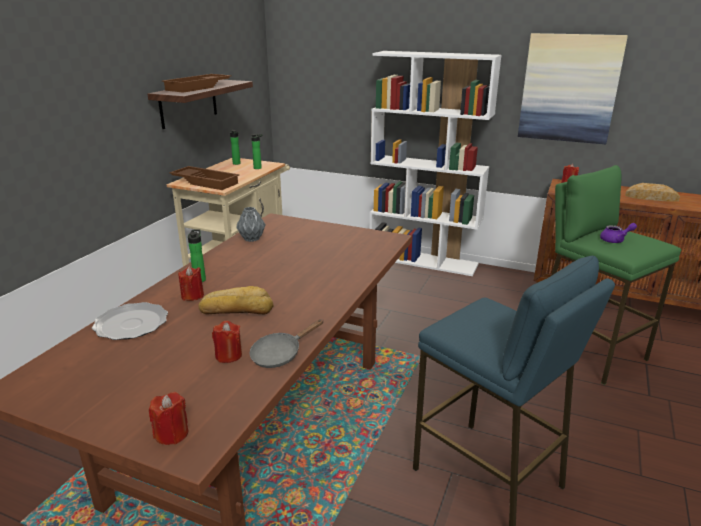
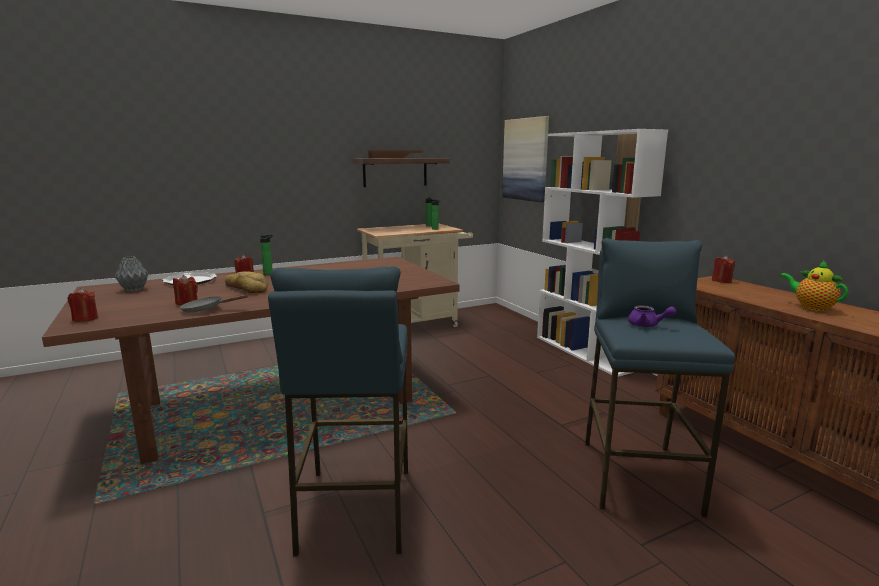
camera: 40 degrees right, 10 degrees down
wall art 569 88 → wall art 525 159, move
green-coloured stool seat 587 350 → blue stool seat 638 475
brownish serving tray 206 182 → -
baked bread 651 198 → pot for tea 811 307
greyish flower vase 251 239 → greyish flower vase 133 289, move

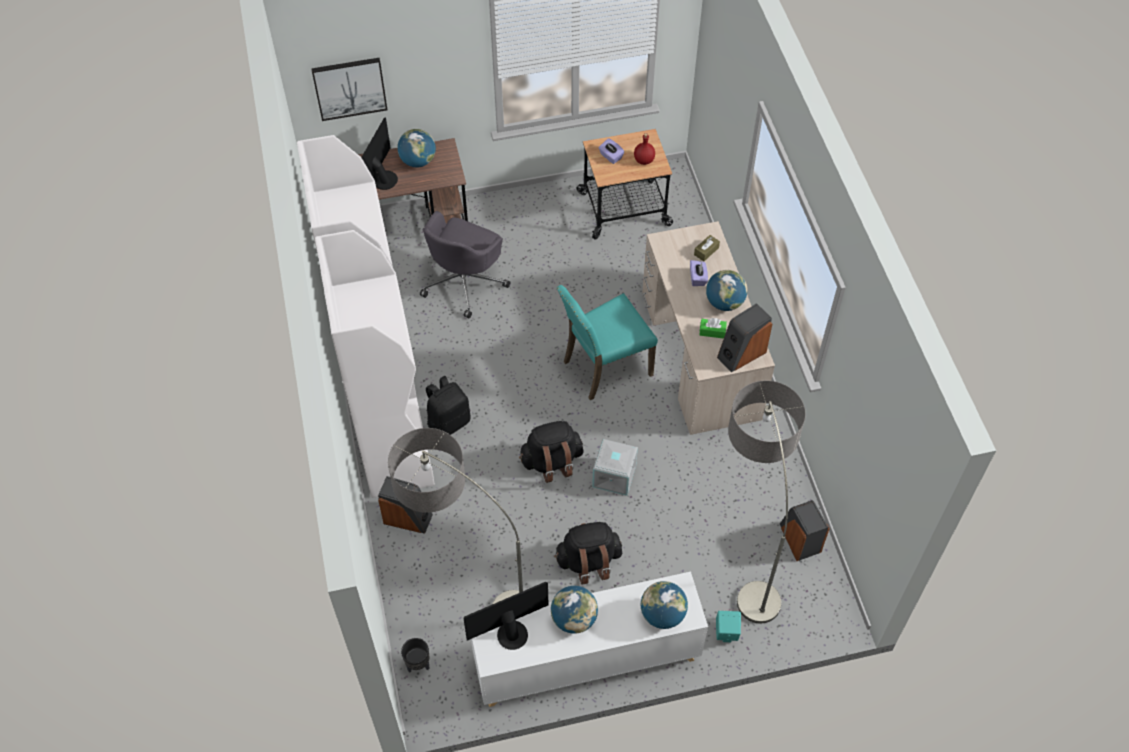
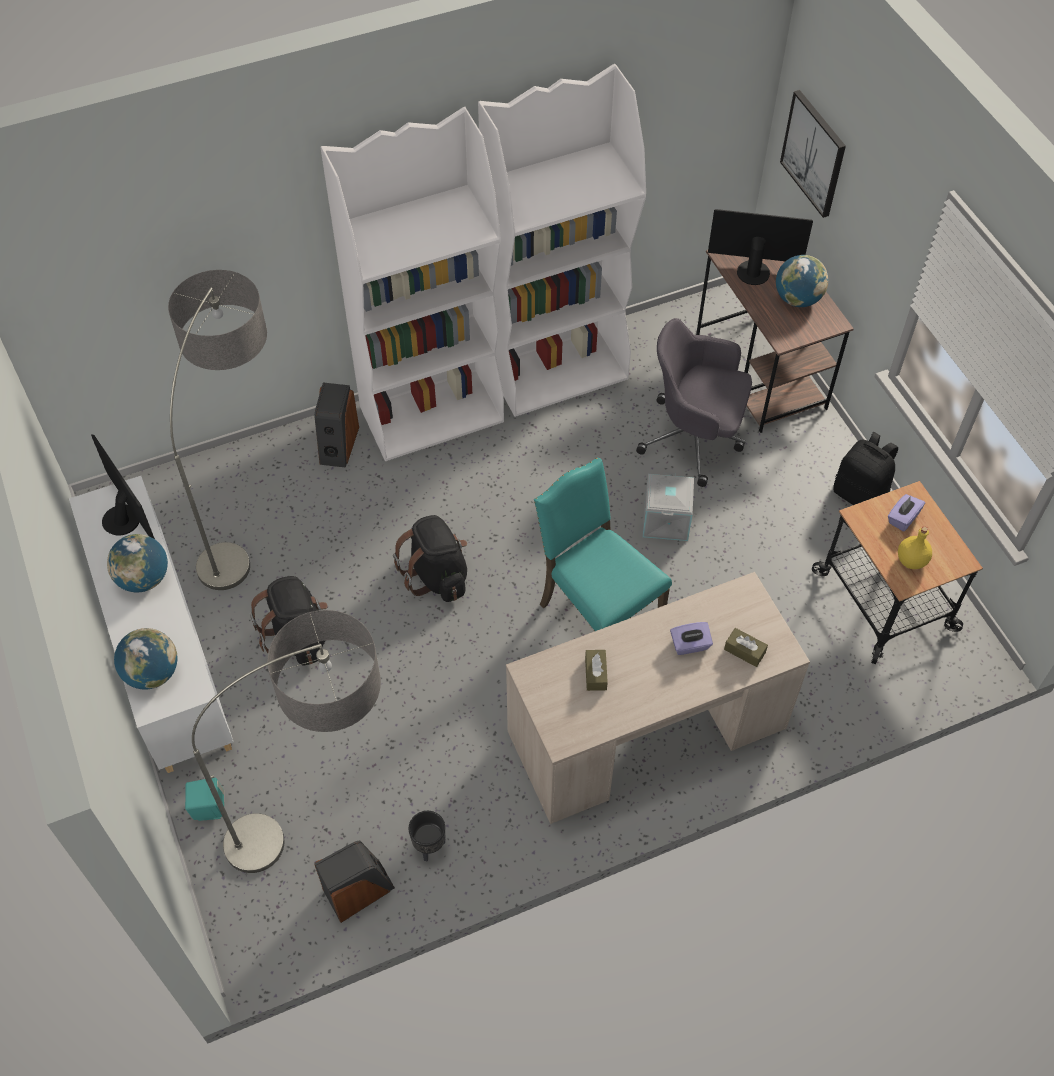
camera: 80 degrees right, 0 degrees up
reddish bottle 644 160 → yellowish bottle 910 560
world globe 724 302 → -
speaker 741 354 → -
green-coloured tissue holder 712 331 → brownish tissue holder 595 674
blackish knapsack 448 422 → blackish knapsack 860 494, move
greyish storage bin 614 475 → greyish storage bin 667 520, move
blackish planter 418 665 → blackish planter 429 847, move

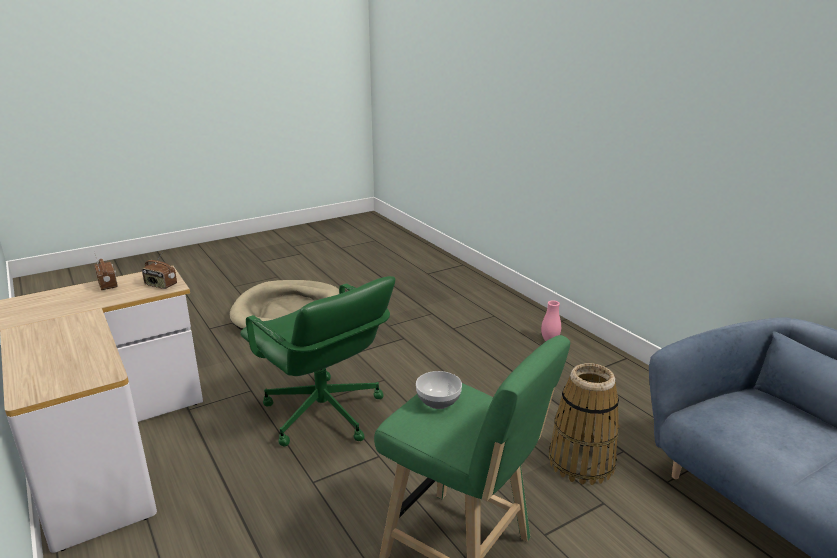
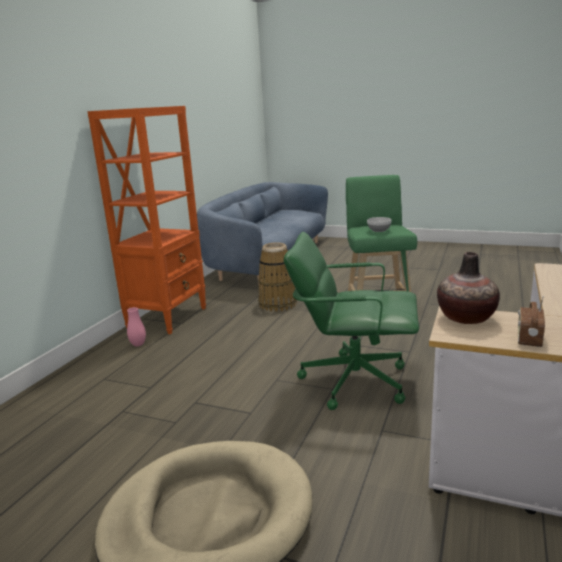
camera: 125 degrees left, 5 degrees down
radio set 160 285 → flower vase 465 318
green-coloured desk chair 323 414 → green-coloured desk chair 353 380, 90 degrees counterclockwise
- → orange bookcase 168 317

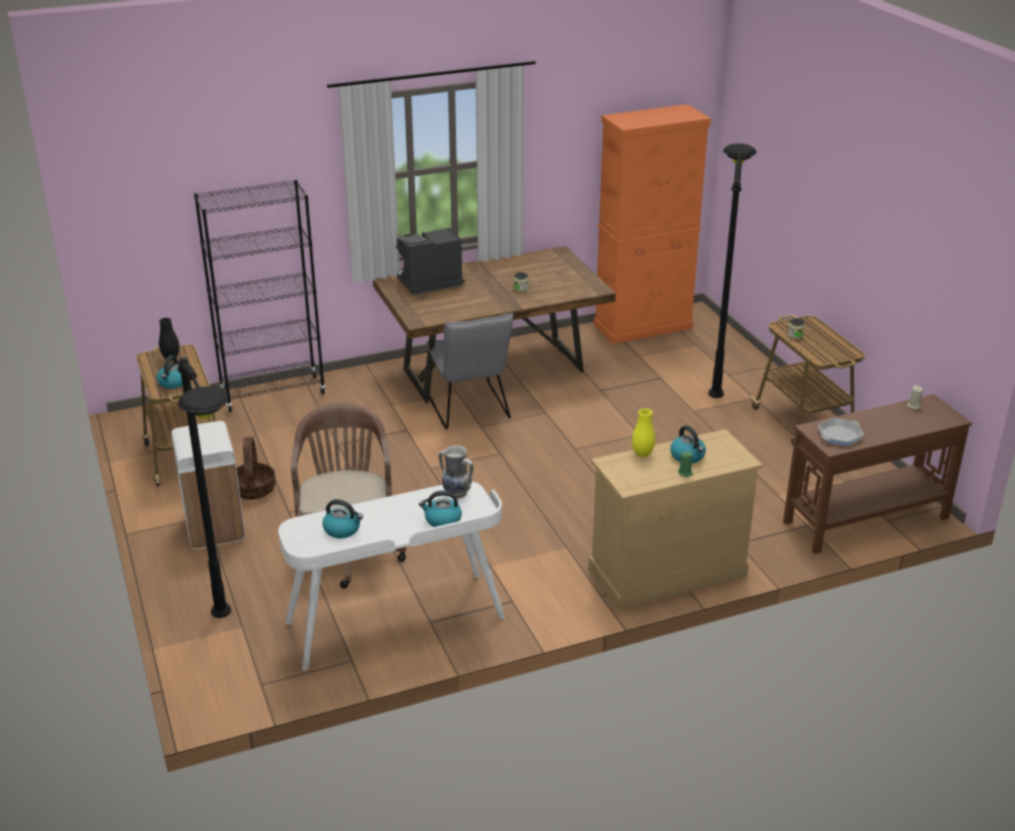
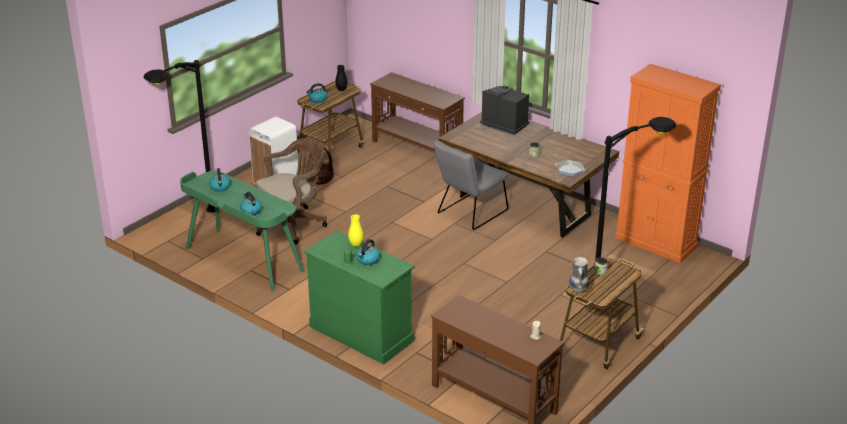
camera: 60 degrees right, 0 degrees up
blackish bookcase 273 394 → brownish hall table 417 149
skillet 839 435 → skillet 570 170, move
beige-coloured drawer chest 666 572 → green-coloured drawer chest 361 333
flower vase 456 493 → flower vase 578 290, move
whitish desk unit 396 621 → green-coloured desk unit 243 260

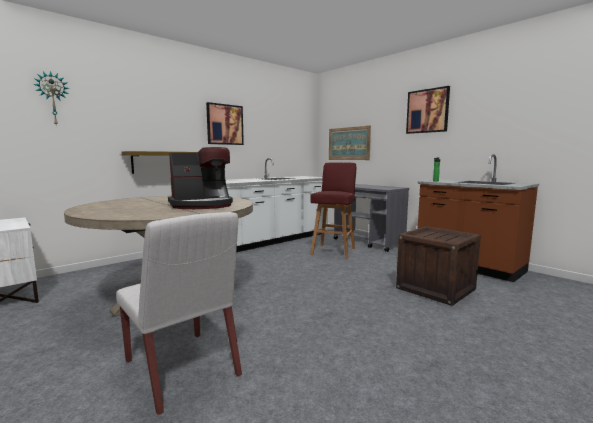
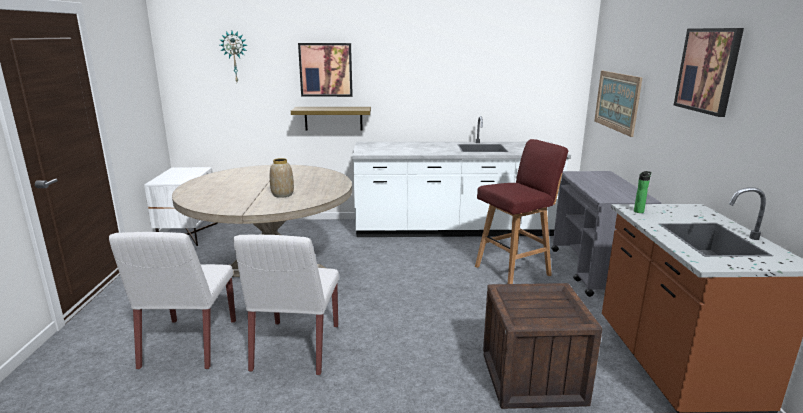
camera: 40 degrees right, 10 degrees up
wall art 225 124 → wall art 326 70, move
coffee machine 202 205 → flower vase 283 194
- → whitish plain chair 296 348

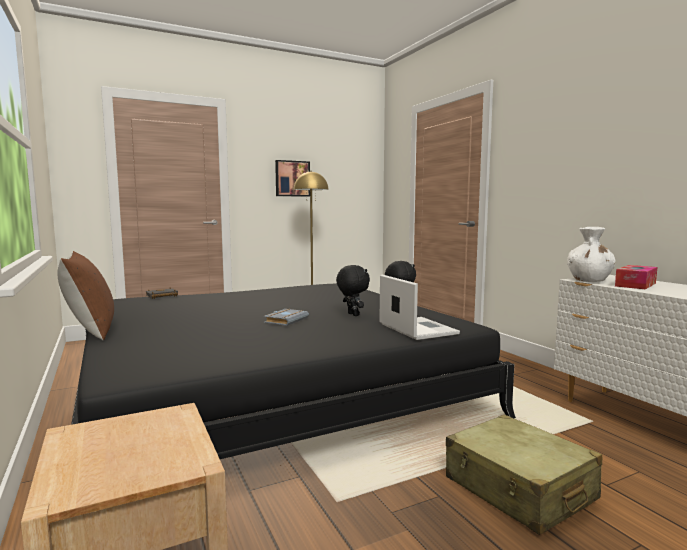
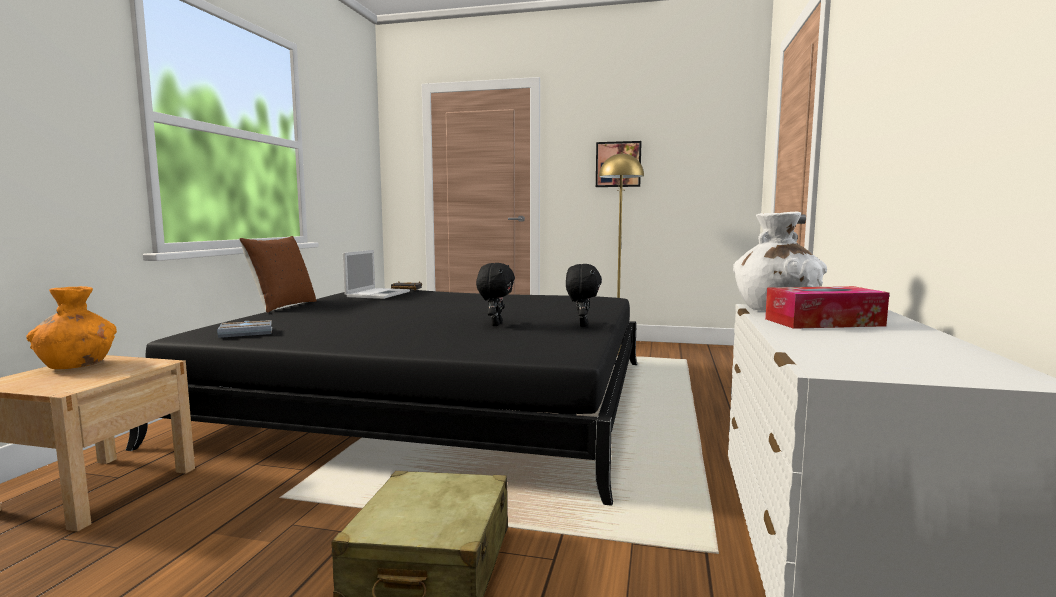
camera: 40 degrees right, 0 degrees up
portable computer 416 329 → portable computer 378 294, move
greyish volume 286 320 → greyish volume 247 333, move
- → orange flower vase 77 365

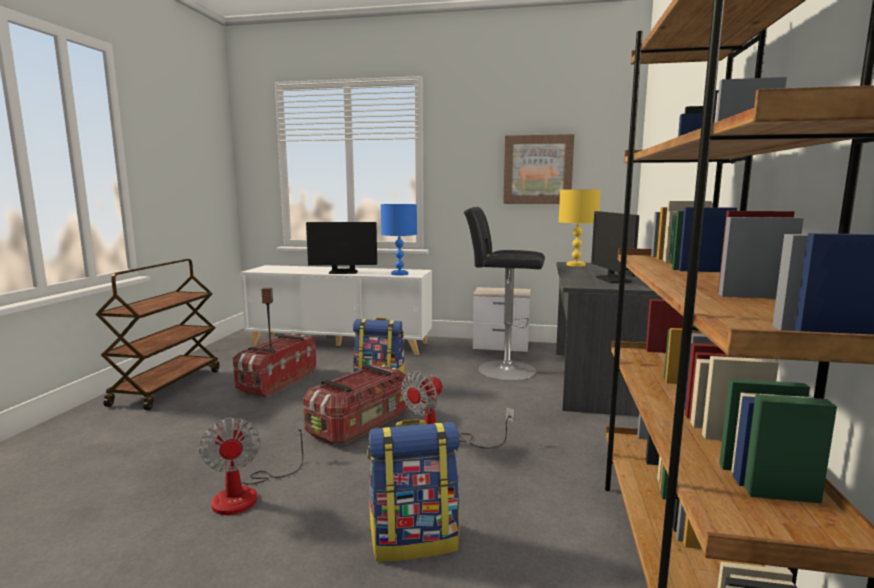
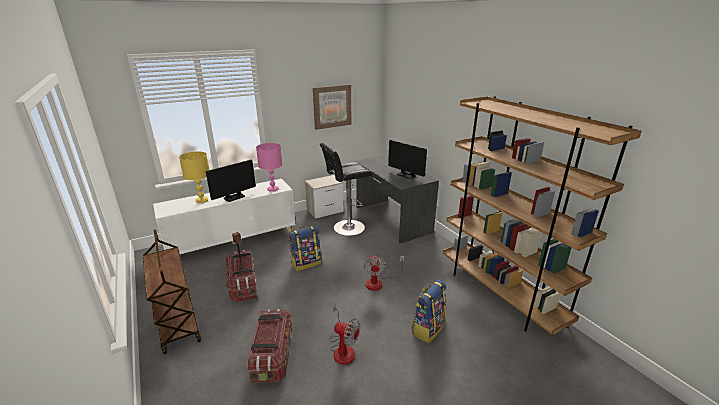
camera: 40 degrees left, 15 degrees up
yellowish tabletop lamp 576 265 → yellowish tabletop lamp 202 200, move
blue tabletop lamp 400 274 → pink tabletop lamp 273 189
storage bin 361 424 → storage bin 273 355, move

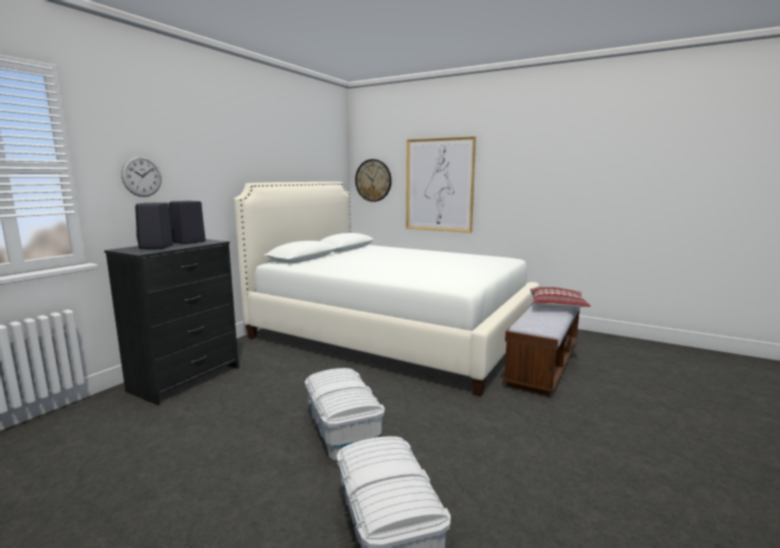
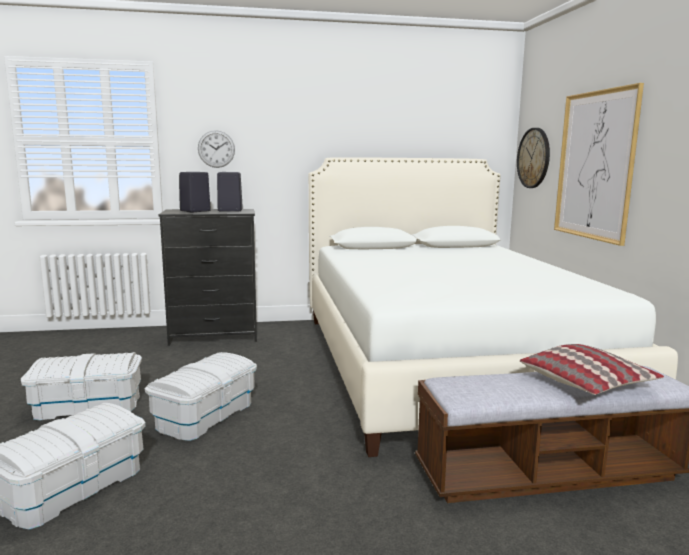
camera: 50 degrees right, 0 degrees up
- → whitish storage bin 88 406

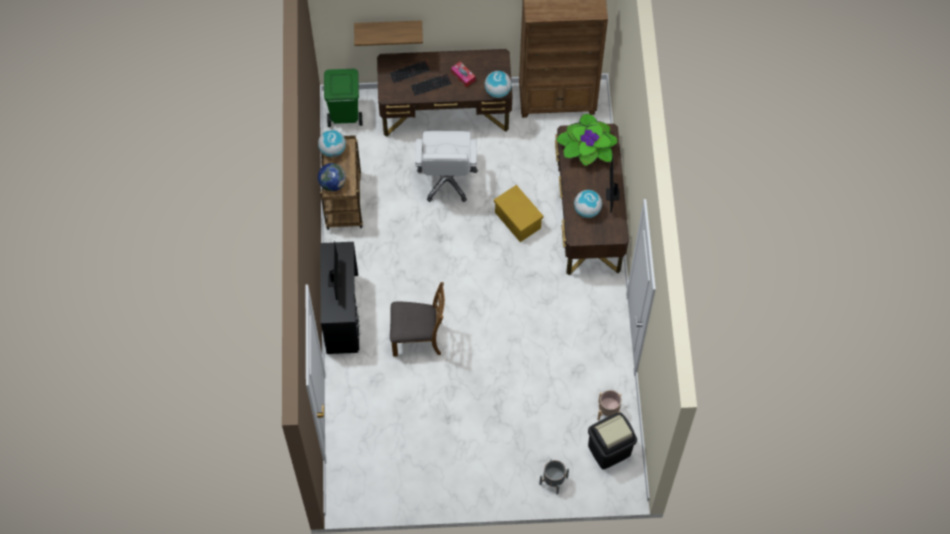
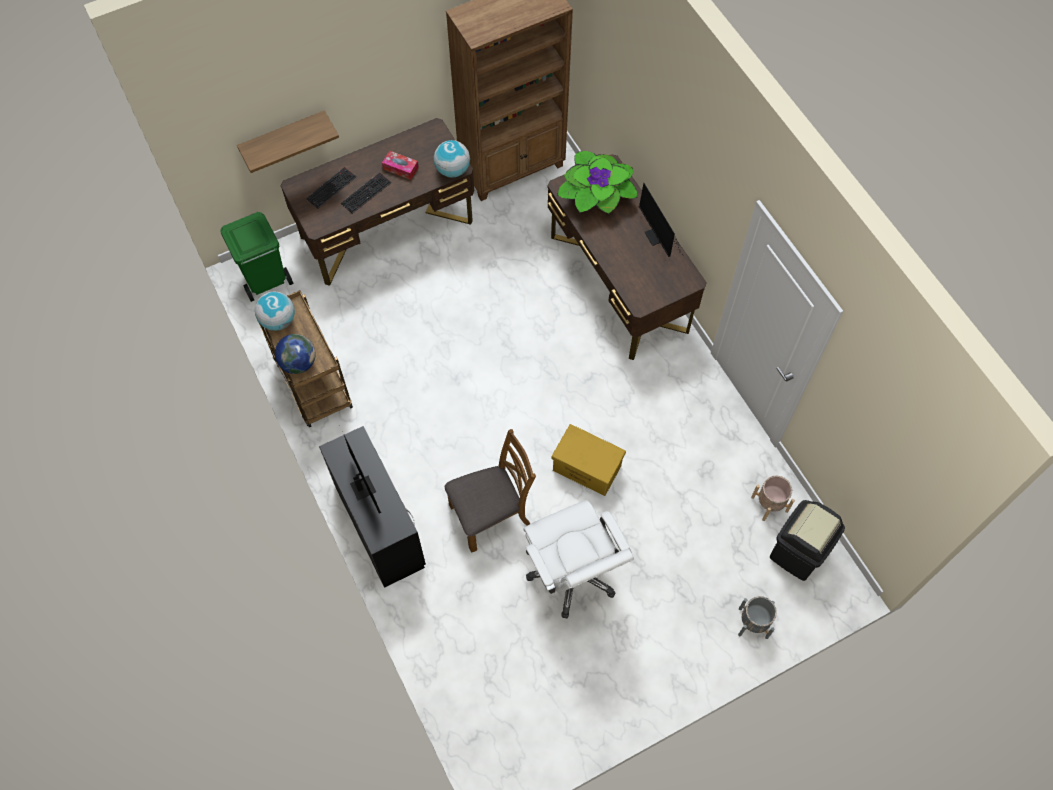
camera: 25 degrees left, 0 degrees up
whitish desk chair 447 179 → whitish desk chair 573 574, move
yellowish storage bin 517 220 → yellowish storage bin 586 468, move
world globe 587 210 → -

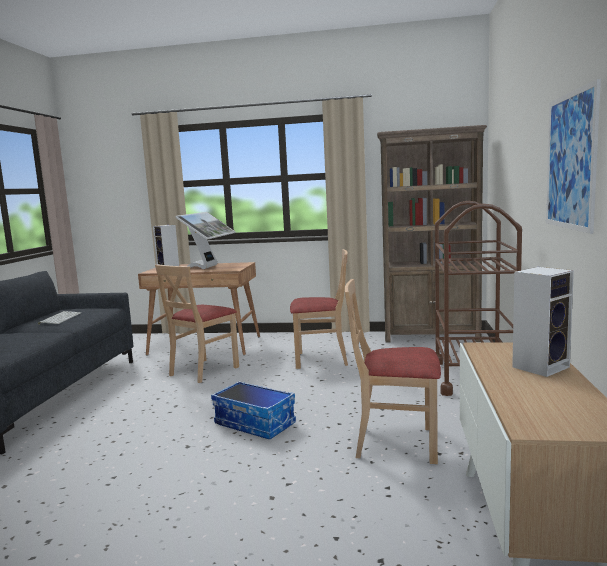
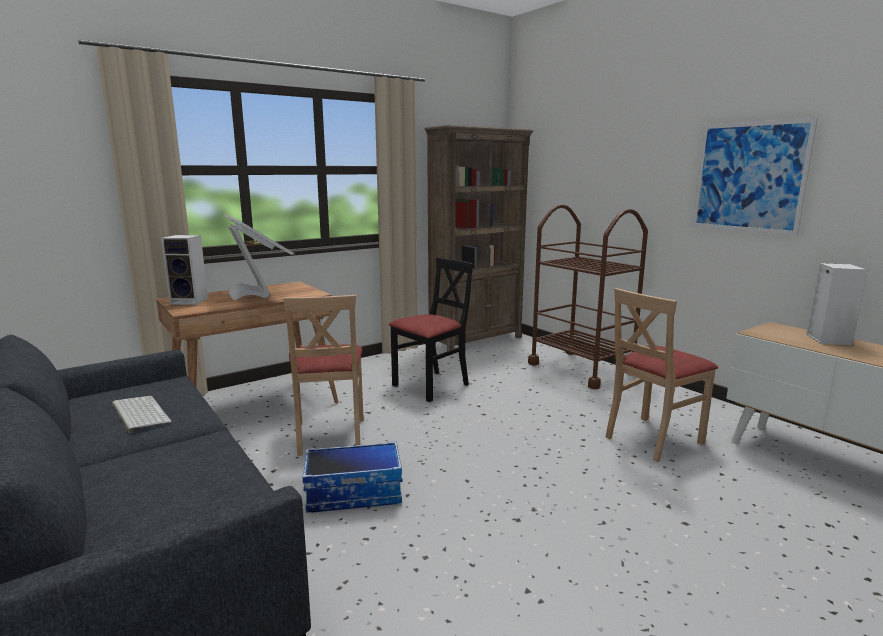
camera: 45 degrees left, 5 degrees up
beige-coloured plain chair 321 359 → blackish plain chair 431 385
storage bin 255 423 → storage bin 354 493, move

